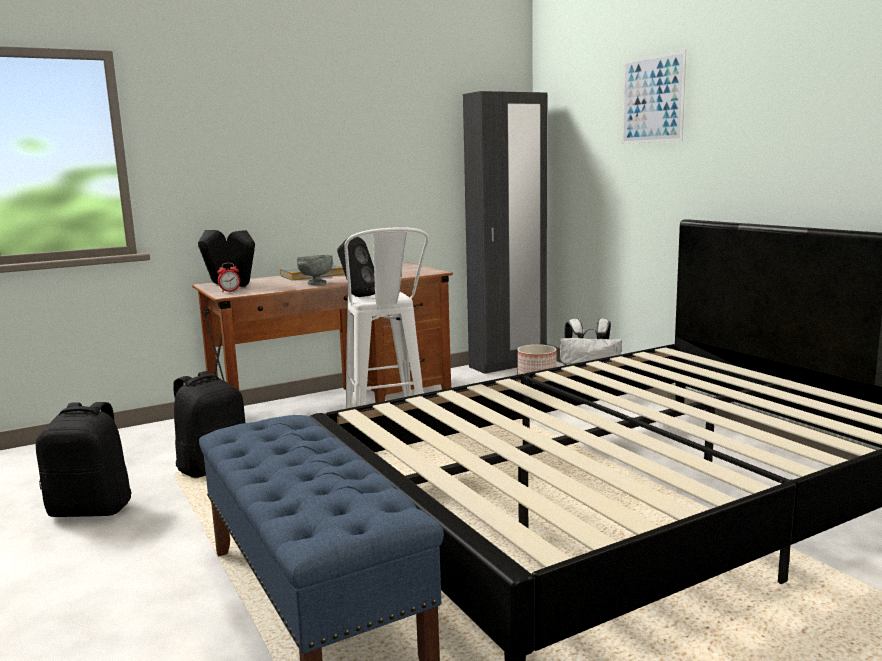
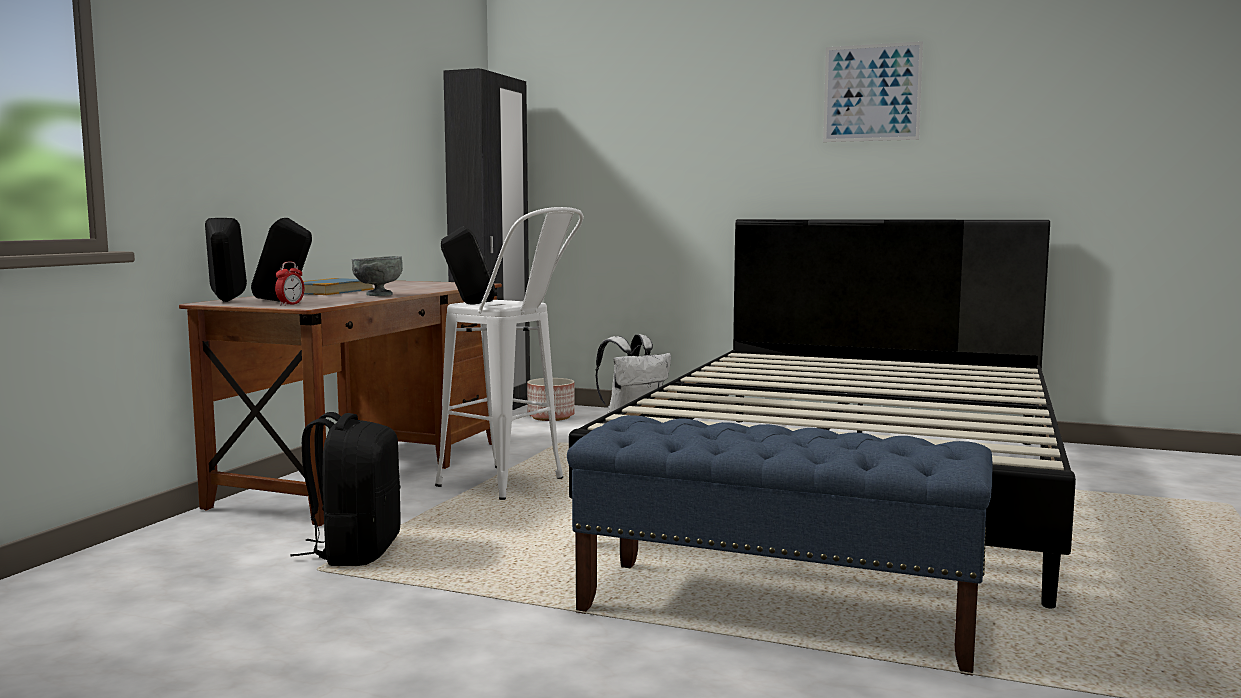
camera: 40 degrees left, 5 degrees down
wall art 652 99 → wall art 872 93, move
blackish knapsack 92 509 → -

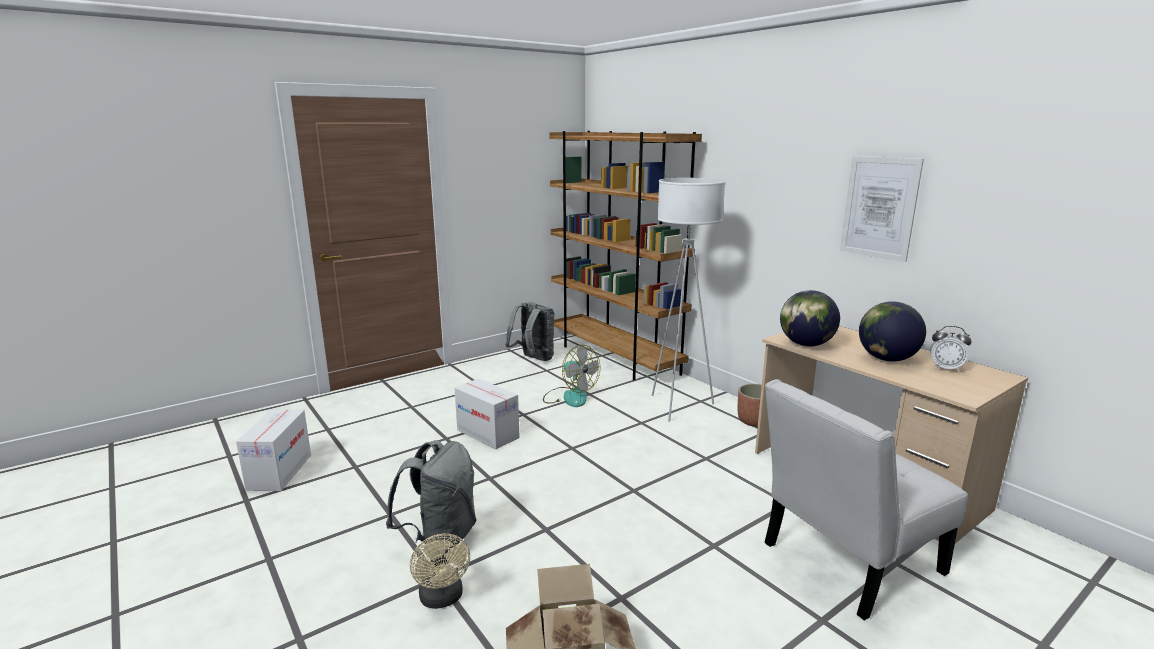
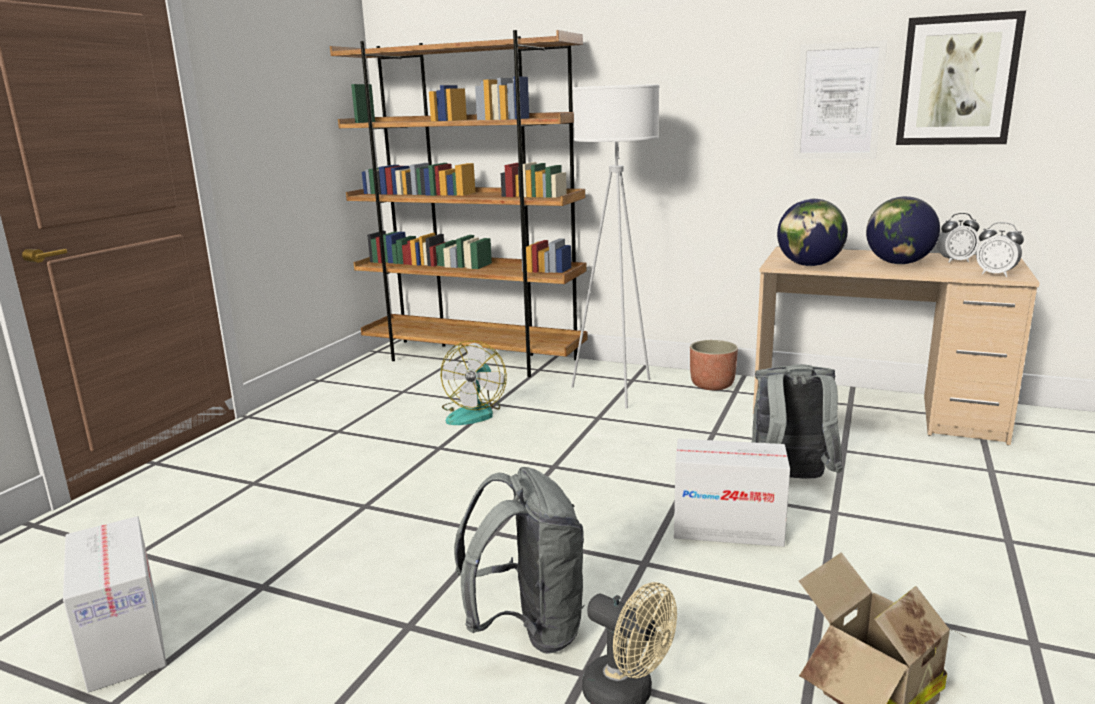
camera: 30 degrees left, 0 degrees up
greyish knapsack 533 359 → greyish knapsack 789 480, move
fan 569 396 → fan 474 413, 90 degrees clockwise
packing box 488 434 → packing box 728 528, move
whitish plain chair 845 561 → -
- → wall art 957 81
- → bedside clock 995 274

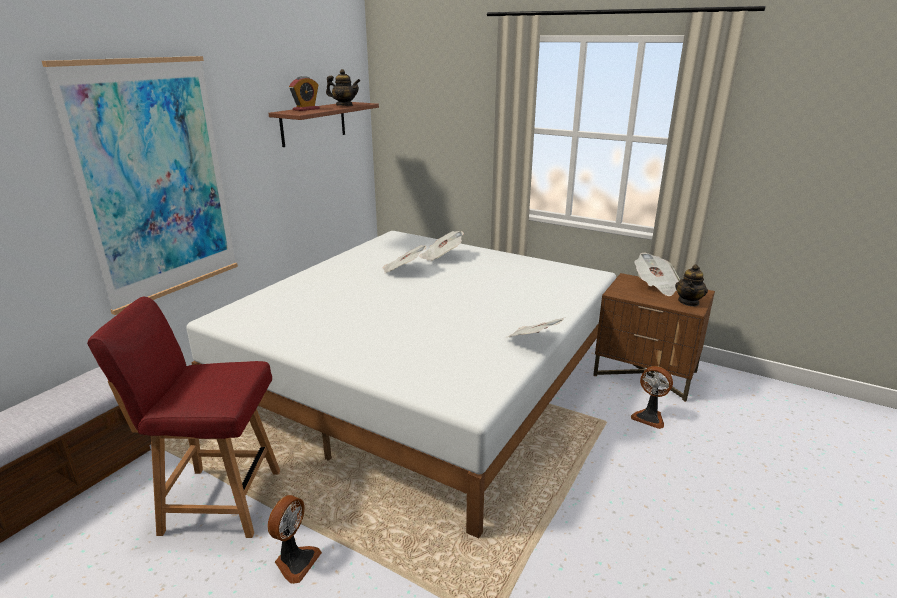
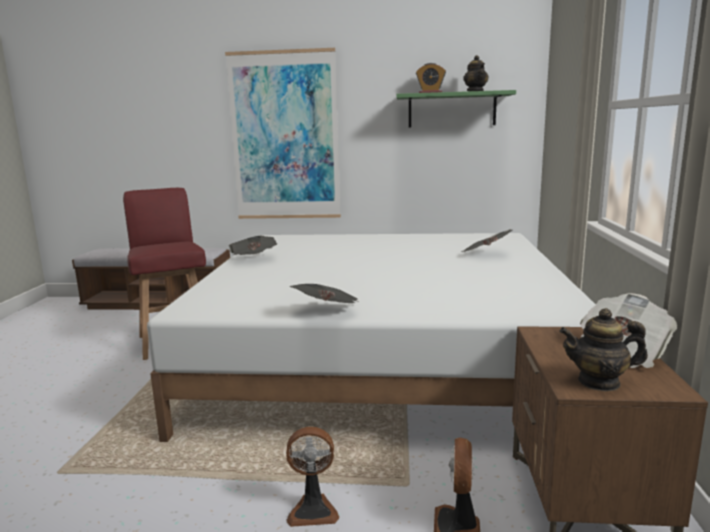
camera: 65 degrees right, 10 degrees down
brownish bracket shelf 313 123 → green-coloured bracket shelf 452 110
daily paper 403 270 → daily paper 254 259, move
fan 295 561 → fan 313 510, move

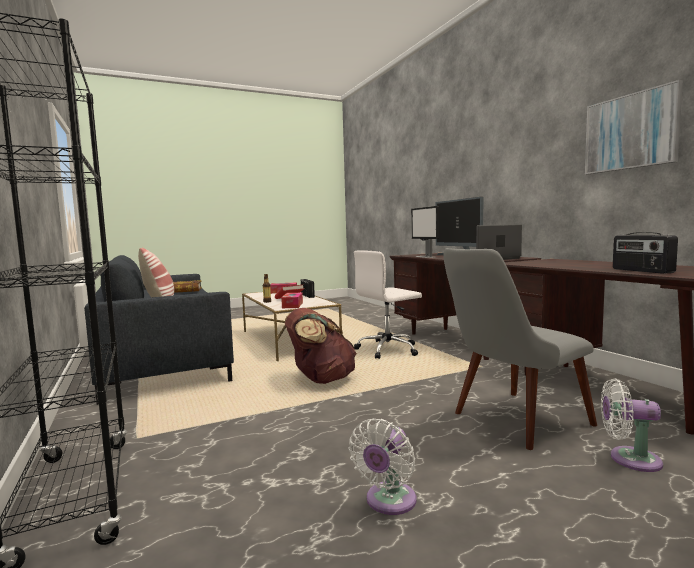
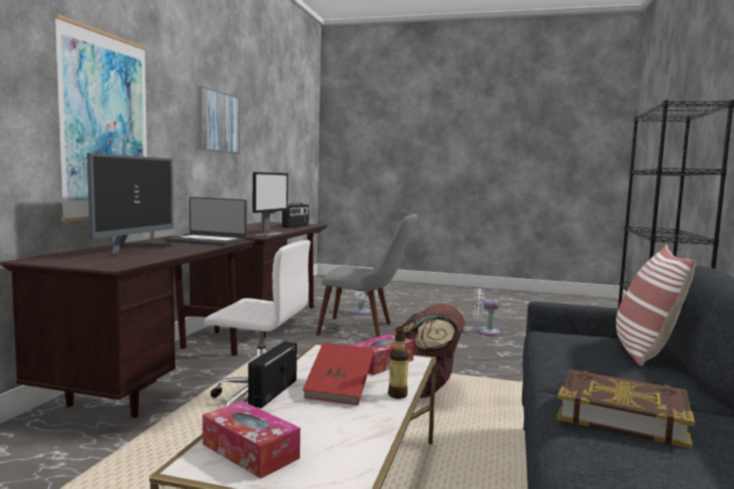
camera: 140 degrees left, 0 degrees up
monitor 425 257 → monitor 269 233, move
whitish fan 388 502 → whitish fan 484 331, 150 degrees counterclockwise
- → wall art 105 126

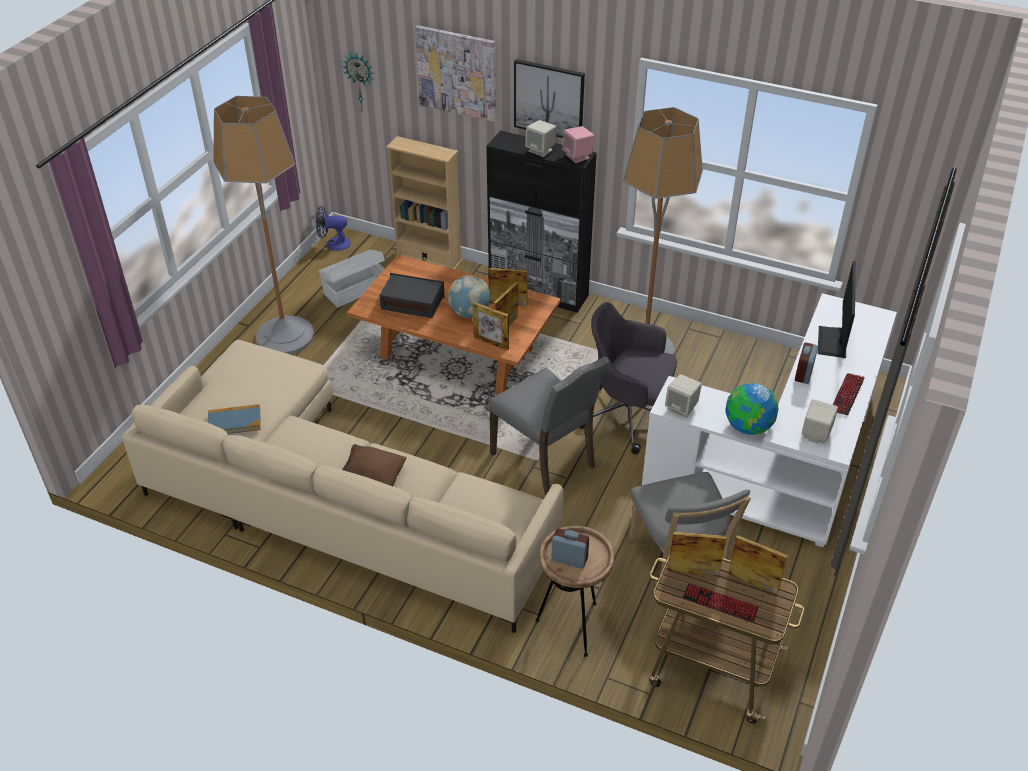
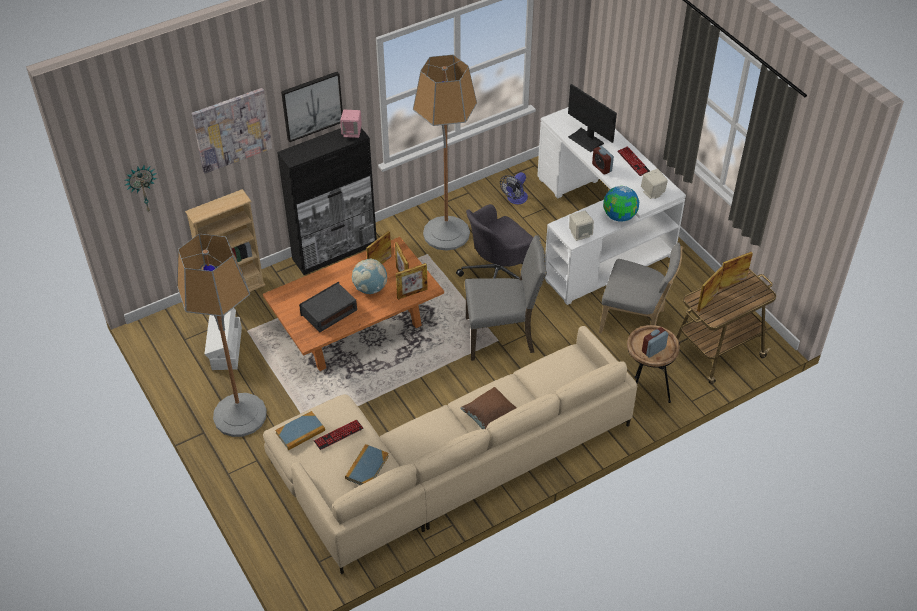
camera: 55 degrees left, 5 degrees up
beige-coloured speaker 540 150 → -
fan 333 244 → fan 515 199, move
PC keyboard 720 603 → PC keyboard 338 435, move
- → volume 300 432

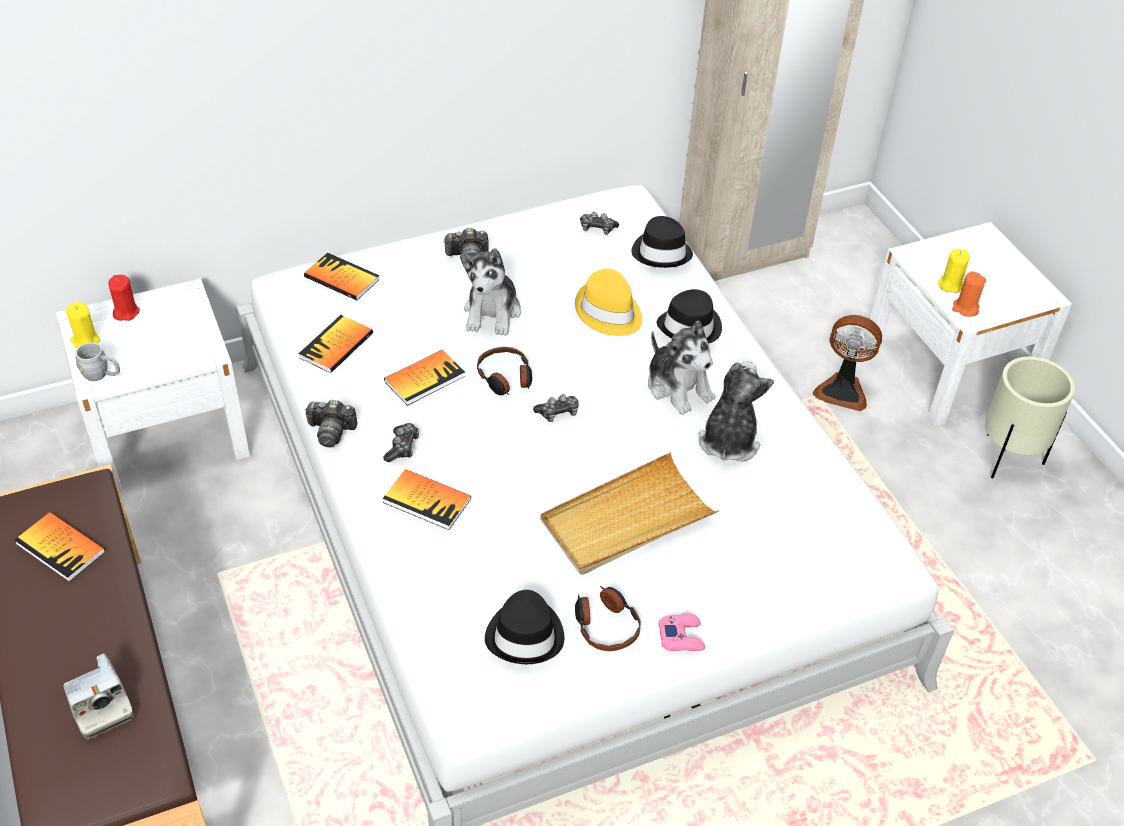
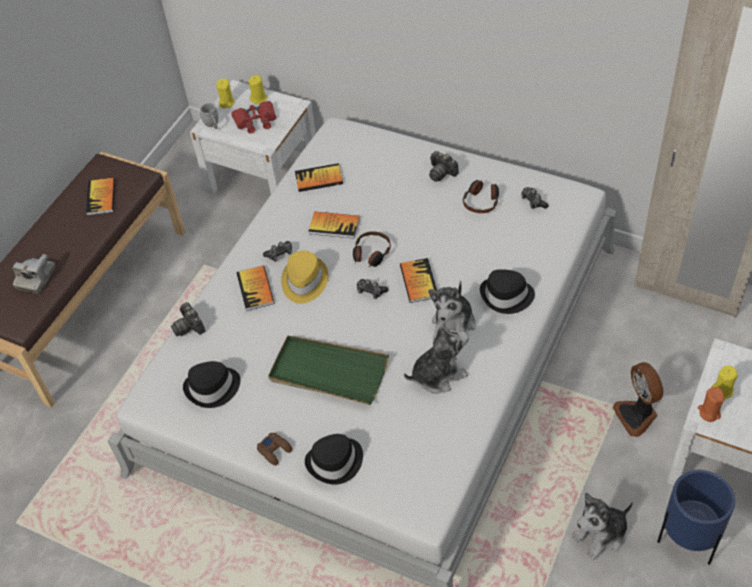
camera: 55 degrees right, 5 degrees up
blackish hat 662 252 → blackish hat 335 462, move
cuddly toy 492 312 → cuddly toy 601 535, move
volume 341 278 → volume 418 281, move
yellowish hat 608 312 → yellowish hat 303 281, move
reddish candle 126 312 → yellowish candle 259 98
beige-coloured planter 1008 459 → blue planter 688 541
photo camera 331 431 → photo camera 189 326, move
beige-coloured serving tray 626 519 → green-coloured serving tray 328 372
pair of headphones 605 625 → pair of headphones 481 201, move
pink gamepad 681 636 → brownish gamepad 275 450
- → reddish field glasses 255 120

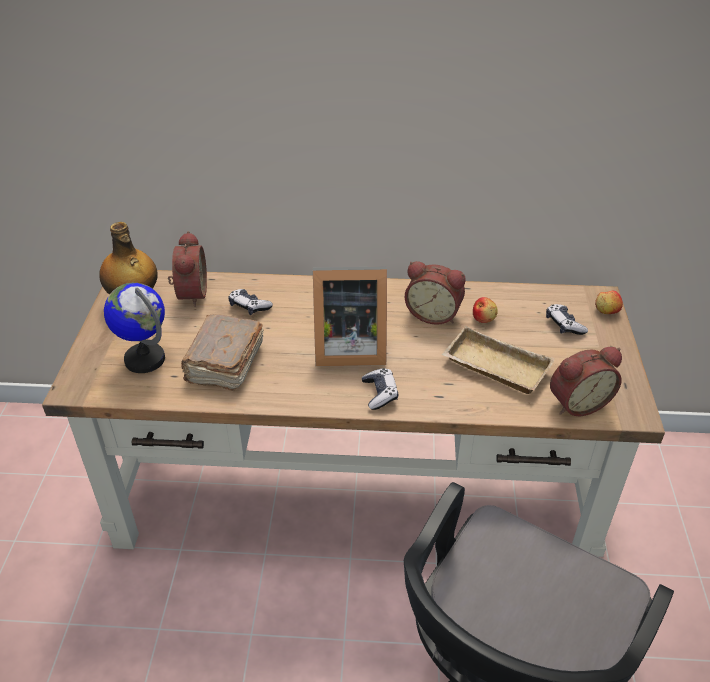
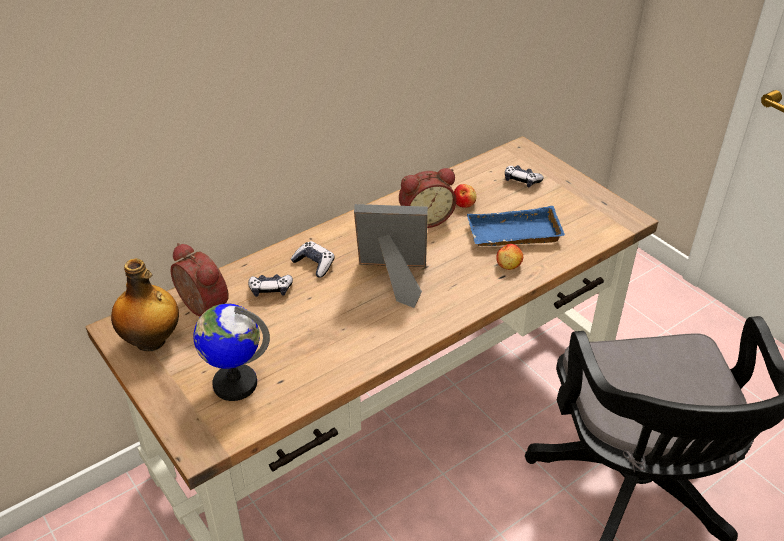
camera: 40 degrees left, 0 degrees up
picture frame 347 348 → picture frame 394 278, 135 degrees counterclockwise
apple fruit 606 311 → apple fruit 509 265, move
brownish volume 224 364 → -
beige-coloured serving tray 493 367 → blue serving tray 513 235
bedside clock 577 402 → -
gamepad 380 393 → gamepad 314 264, move

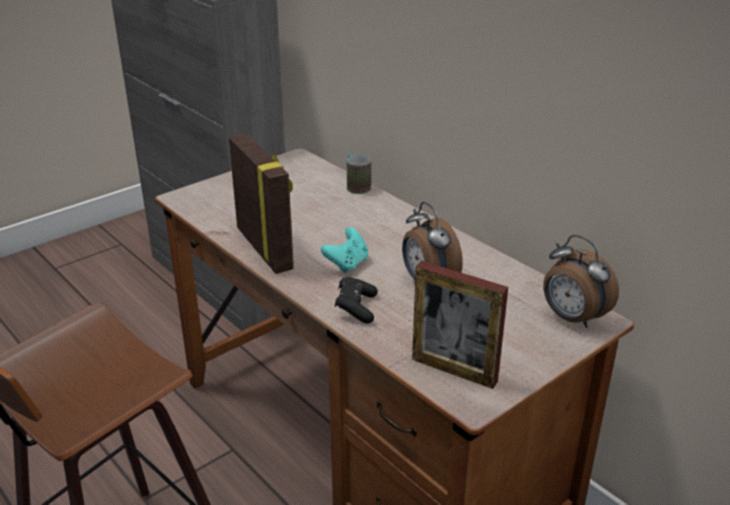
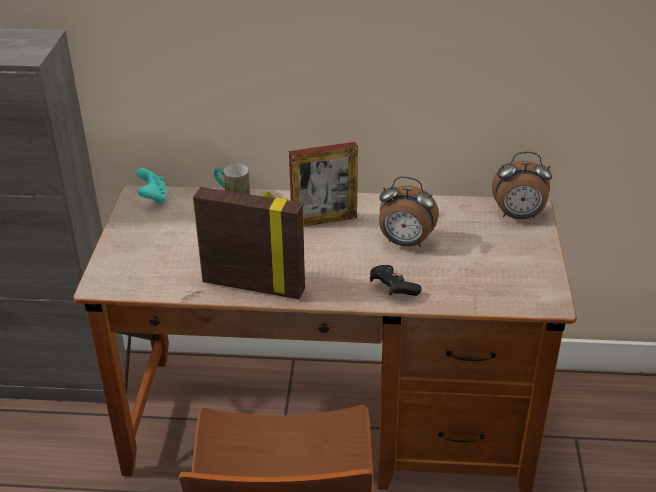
camera: 45 degrees left, 5 degrees up
turquoise-coloured gamepad 347 264 → turquoise-coloured gamepad 153 197, move
picture frame 454 370 → picture frame 324 220, move

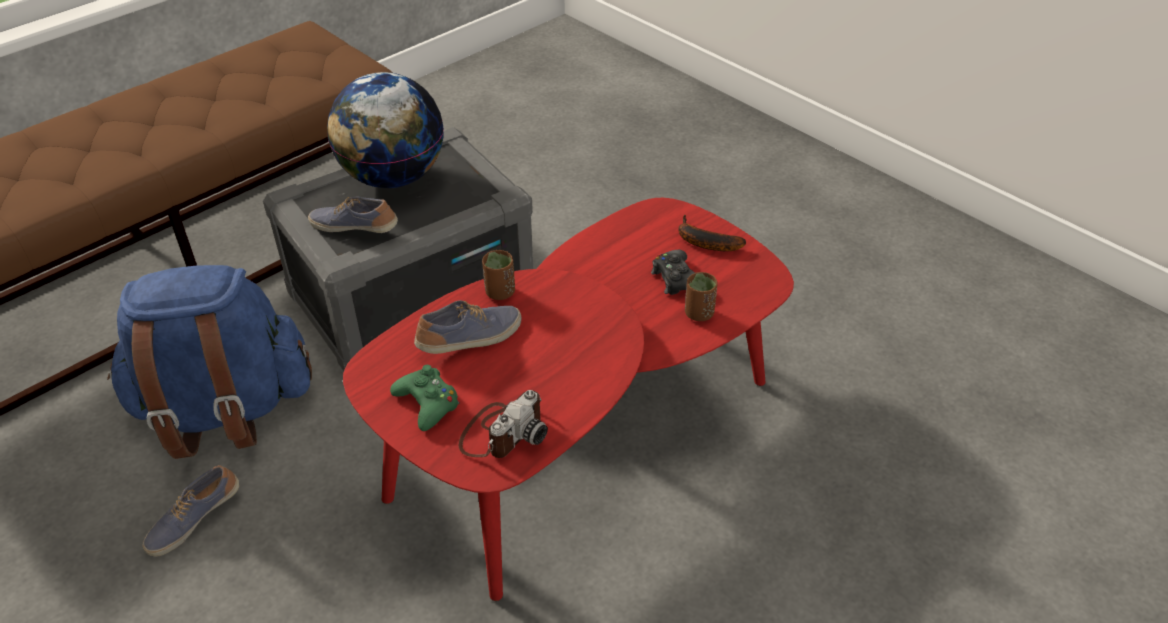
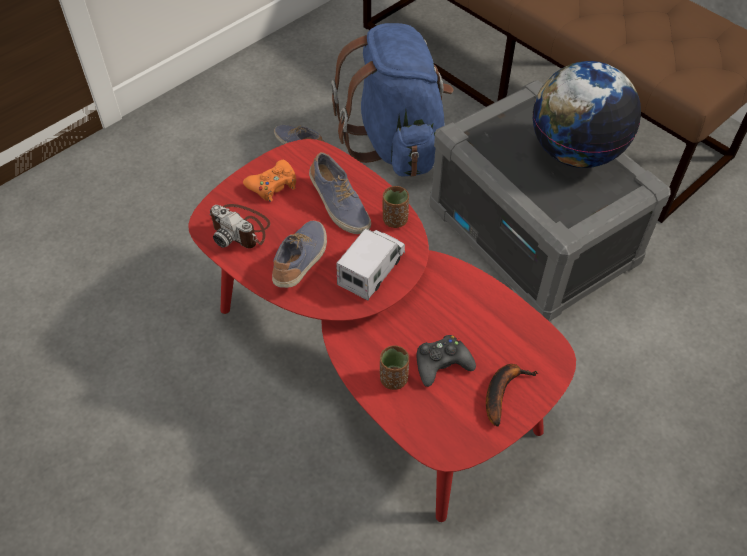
camera: 90 degrees right, 10 degrees up
shoe 355 227 → shoe 302 261, move
green-coloured gamepad 427 403 → orange gamepad 273 185
- → toy truck 372 270

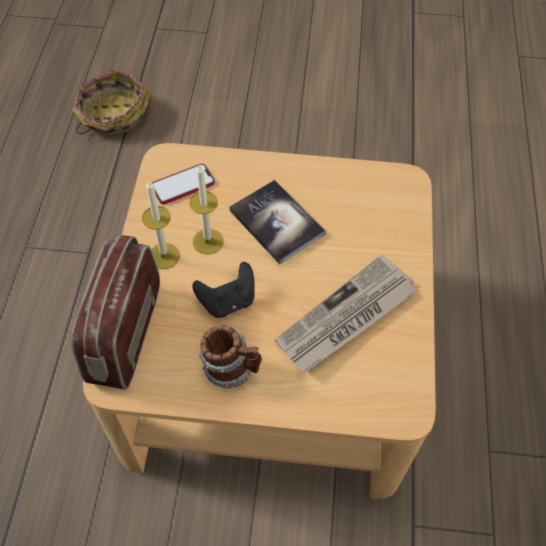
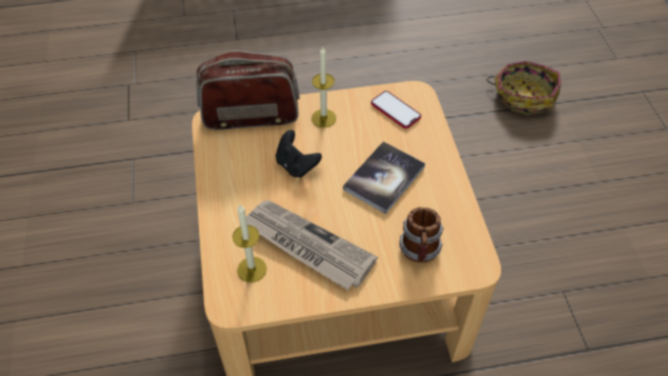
camera: 75 degrees right, 5 degrees down
candle 208 241 → candle 252 269, move
mug 232 369 → mug 420 251, move

